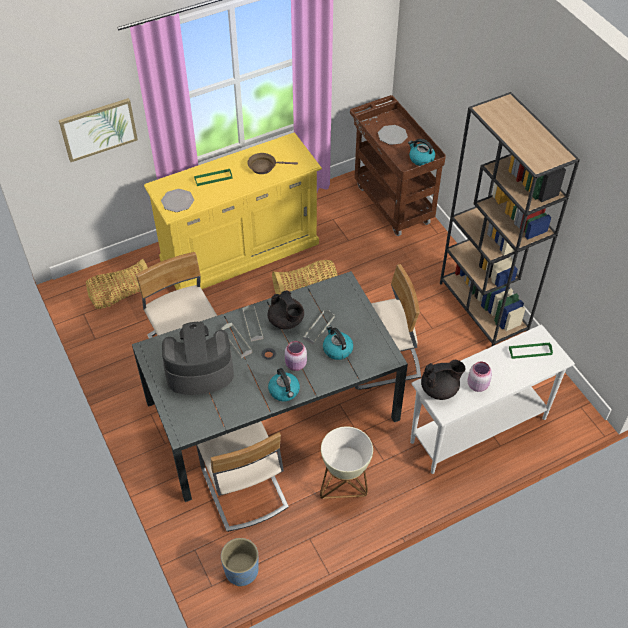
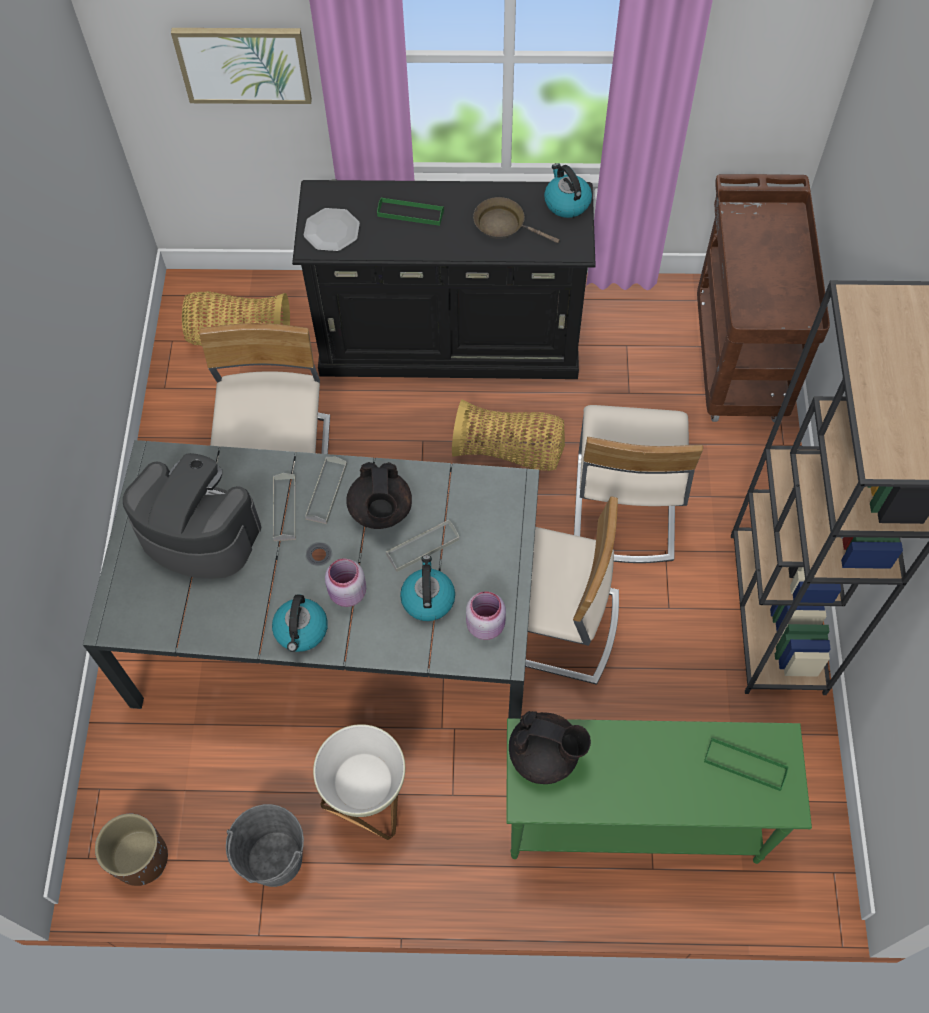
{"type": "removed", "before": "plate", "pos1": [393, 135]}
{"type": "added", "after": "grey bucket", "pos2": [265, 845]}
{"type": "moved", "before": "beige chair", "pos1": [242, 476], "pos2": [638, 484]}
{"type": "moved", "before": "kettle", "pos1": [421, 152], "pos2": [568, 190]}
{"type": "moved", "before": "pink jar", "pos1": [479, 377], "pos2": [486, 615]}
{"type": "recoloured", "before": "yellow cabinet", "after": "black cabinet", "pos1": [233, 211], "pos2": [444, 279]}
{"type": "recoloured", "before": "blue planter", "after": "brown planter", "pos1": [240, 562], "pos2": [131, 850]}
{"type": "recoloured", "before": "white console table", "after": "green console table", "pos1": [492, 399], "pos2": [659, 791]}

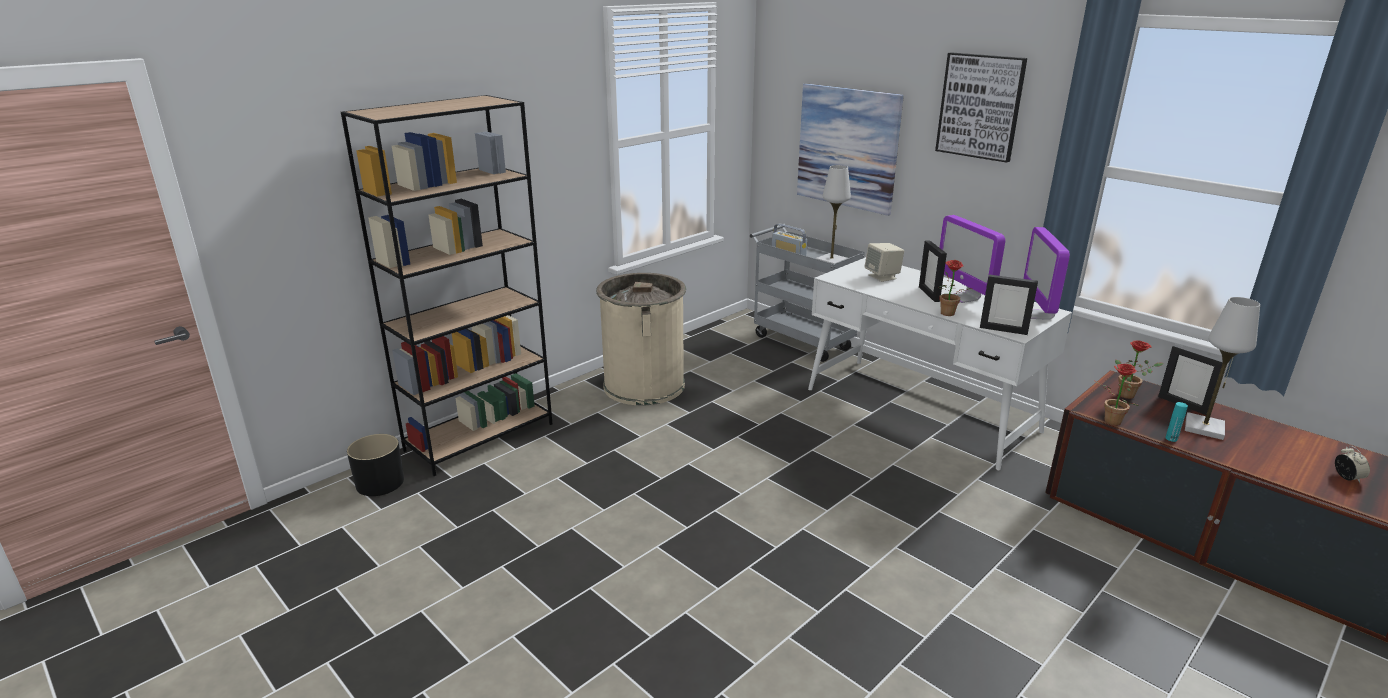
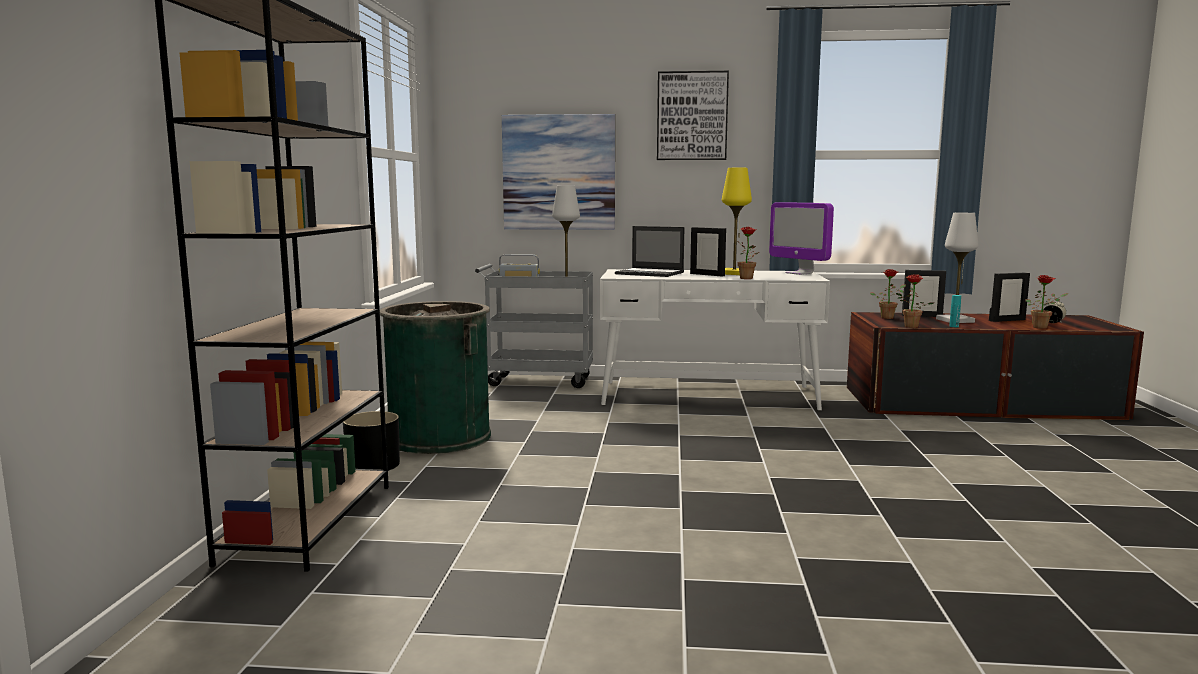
{"type": "added", "after": "potted plant", "pos2": [1046, 302]}
{"type": "moved", "before": "black planter", "pos1": [375, 465], "pos2": [371, 441]}
{"type": "moved", "before": "picture frame", "pos1": [1009, 305], "pos2": [1009, 297]}
{"type": "replaced", "before": "beige speaker", "after": "laptop", "pos1": [884, 262], "pos2": [649, 251]}
{"type": "replaced", "before": "monitor", "after": "yellow table lamp", "pos1": [972, 259], "pos2": [737, 221]}
{"type": "recoloured", "before": "beige trash can", "after": "green trash can", "pos1": [641, 339], "pos2": [435, 377]}

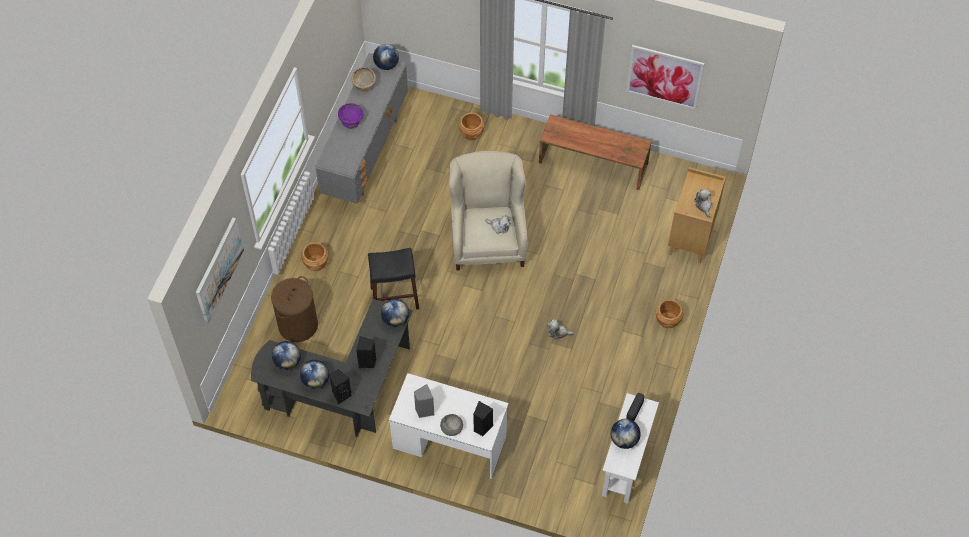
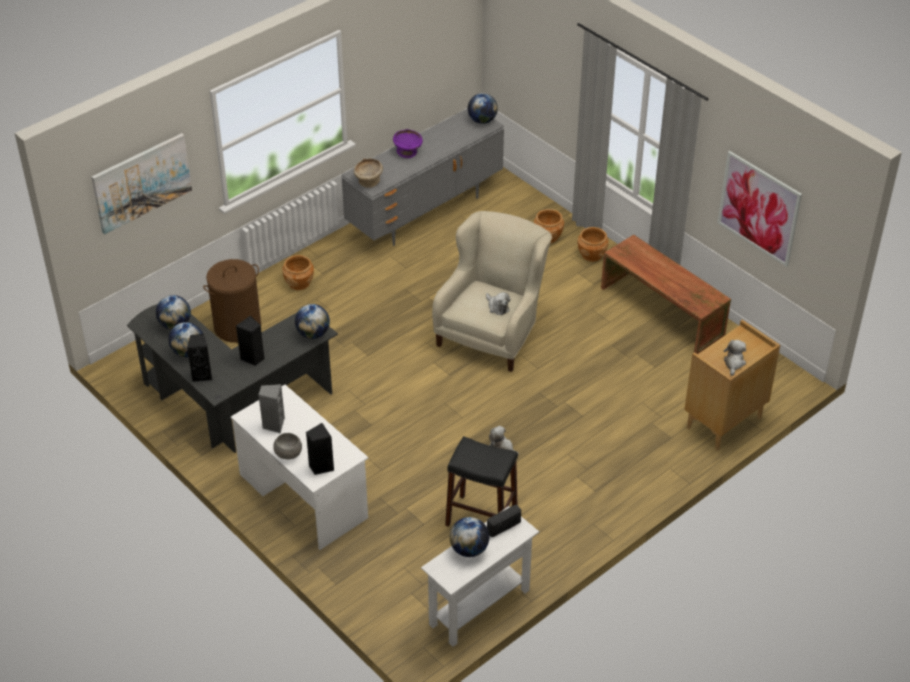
{"type": "moved", "before": "beige bowl", "pos1": [364, 79], "pos2": [368, 173]}
{"type": "moved", "before": "black stool", "pos1": [393, 279], "pos2": [481, 481]}
{"type": "moved", "before": "brown planter", "pos1": [669, 314], "pos2": [593, 244]}

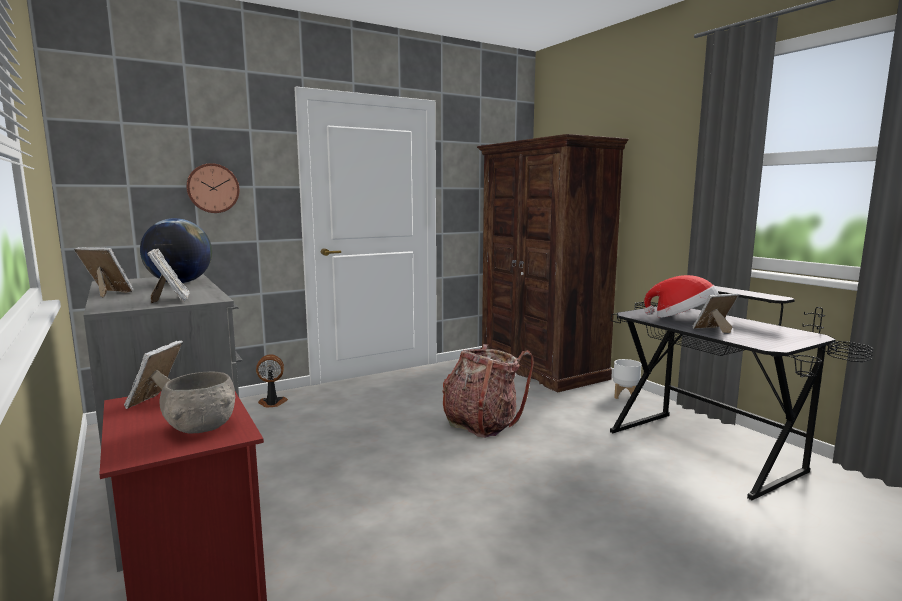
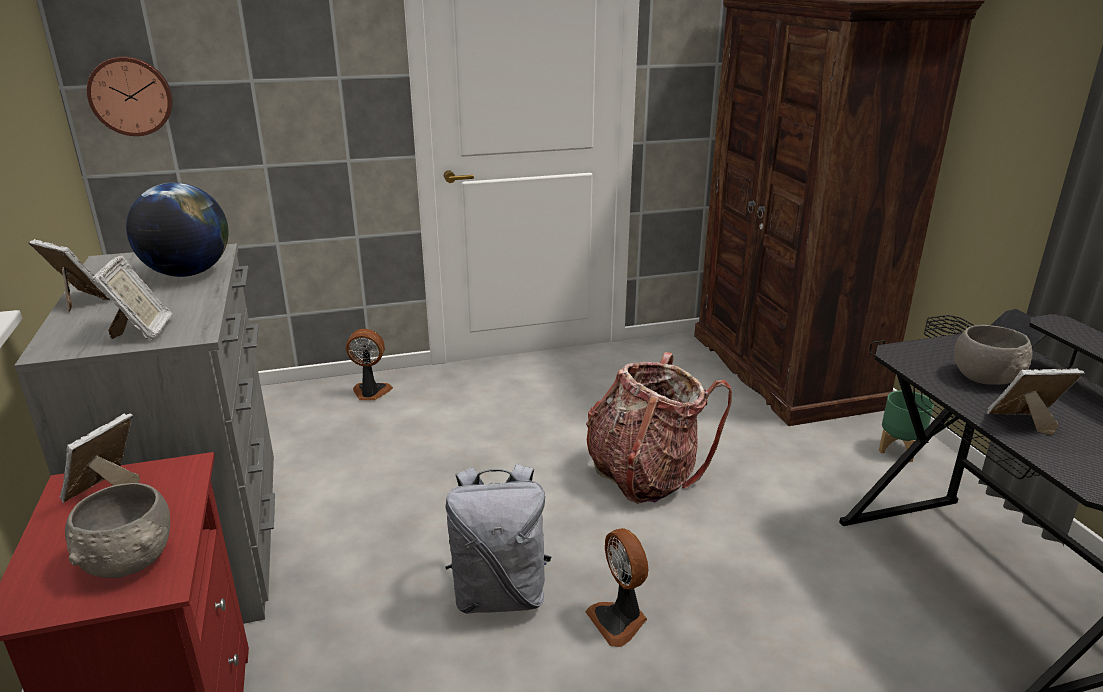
{"type": "added", "after": "grey backpack", "pos2": [498, 539]}
{"type": "added", "after": "fan", "pos2": [616, 587]}
{"type": "moved", "before": "wall clock", "pos1": [213, 188], "pos2": [130, 96]}
{"type": "replaced", "before": "hat", "after": "grey bowl", "pos1": [681, 296], "pos2": [993, 355]}
{"type": "recoloured", "before": "white planter", "after": "green planter", "pos1": [627, 380], "pos2": [906, 426]}

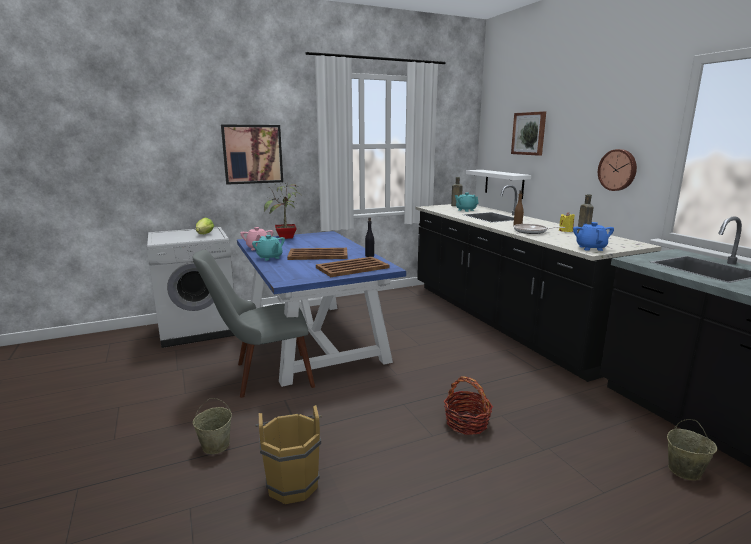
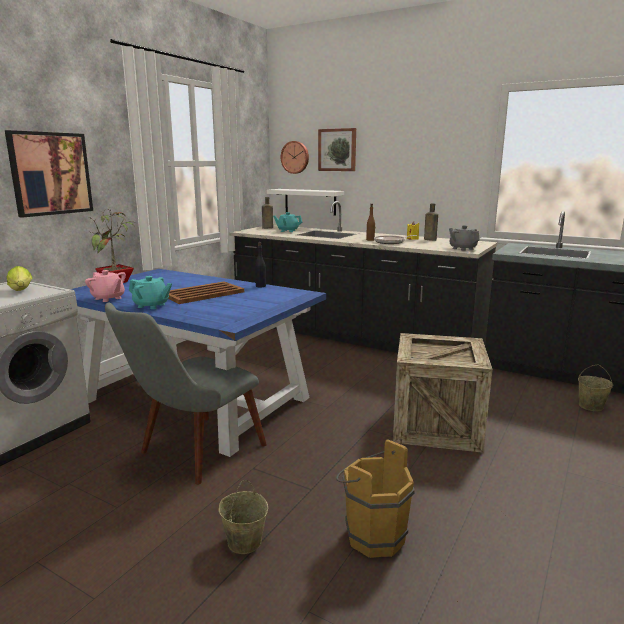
{"type": "removed", "before": "brown tray", "pos1": [352, 267]}
{"type": "moved", "before": "wall clock", "pos1": [617, 170], "pos2": [295, 157]}
{"type": "replaced", "before": "basket", "after": "crate", "pos1": [468, 405], "pos2": [443, 393]}
{"type": "recoloured", "before": "blue teapot", "after": "grey teapot", "pos1": [593, 236], "pos2": [464, 238]}

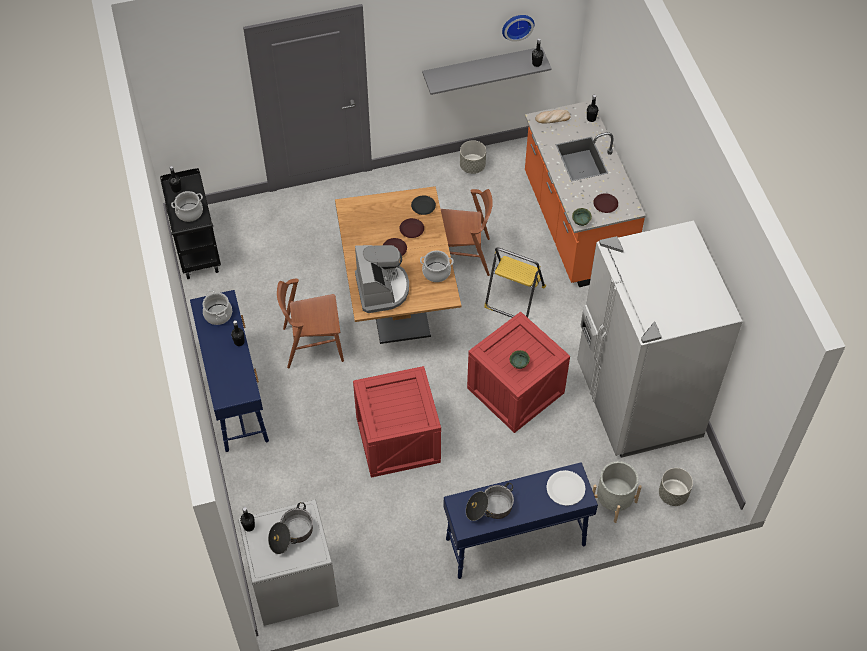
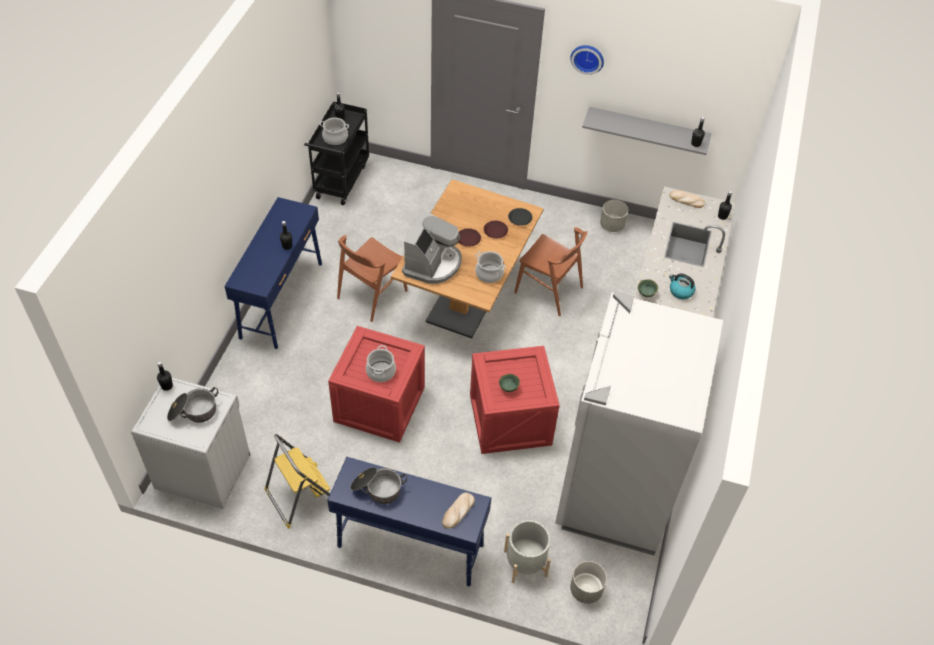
{"type": "moved", "before": "cooking pot", "pos1": [217, 307], "pos2": [381, 363]}
{"type": "moved", "before": "yellow step ladder", "pos1": [515, 282], "pos2": [297, 481]}
{"type": "moved", "before": "wall clock", "pos1": [518, 28], "pos2": [587, 60]}
{"type": "replaced", "before": "white plate", "after": "bread", "pos1": [566, 488], "pos2": [458, 510]}
{"type": "replaced", "before": "brown plate", "after": "kettle", "pos1": [605, 203], "pos2": [682, 286]}
{"type": "turned", "before": "brown chair", "pos1": [310, 323], "pos2": [372, 278], "turn": -75}

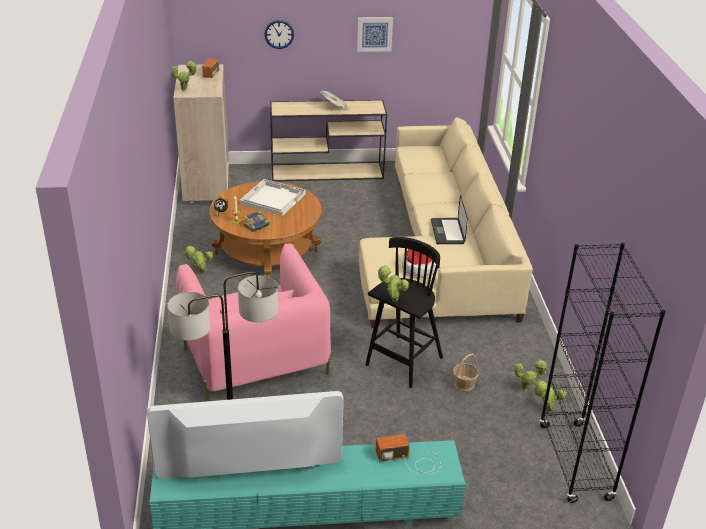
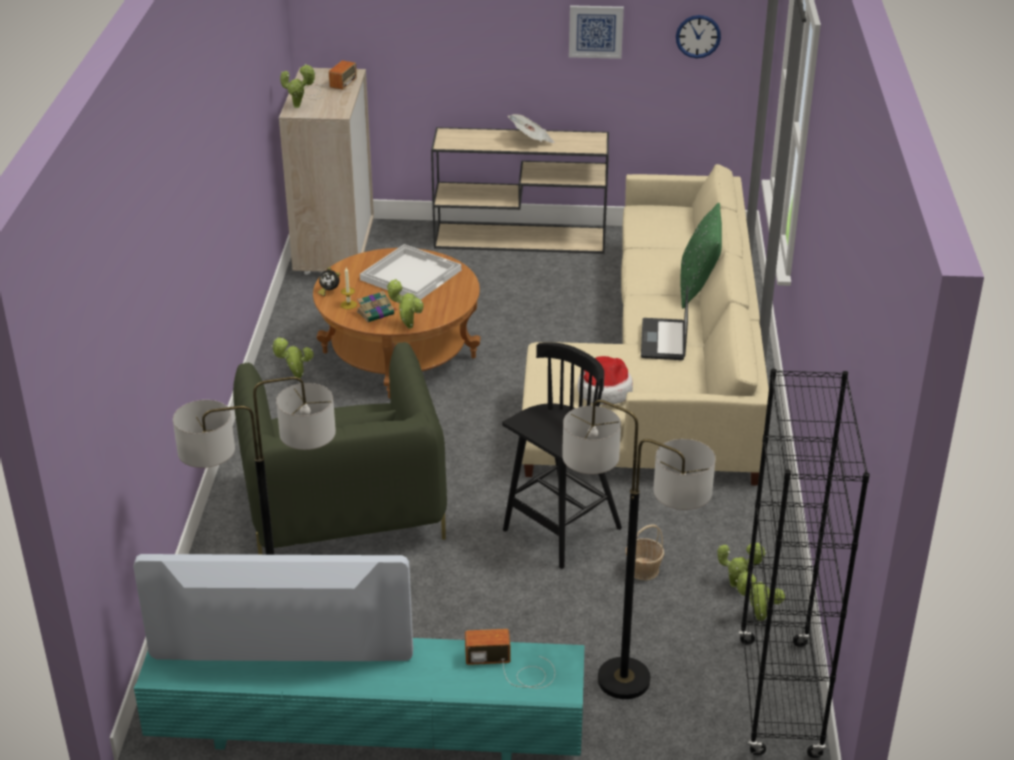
{"type": "added", "after": "floor lamp", "pos2": [639, 549]}
{"type": "added", "after": "green pillow", "pos2": [701, 256]}
{"type": "moved", "before": "wall clock", "pos1": [279, 34], "pos2": [698, 36]}
{"type": "moved", "before": "potted plant", "pos1": [393, 283], "pos2": [405, 303]}
{"type": "recoloured", "before": "pink armchair", "after": "green armchair", "pos1": [253, 322], "pos2": [340, 448]}

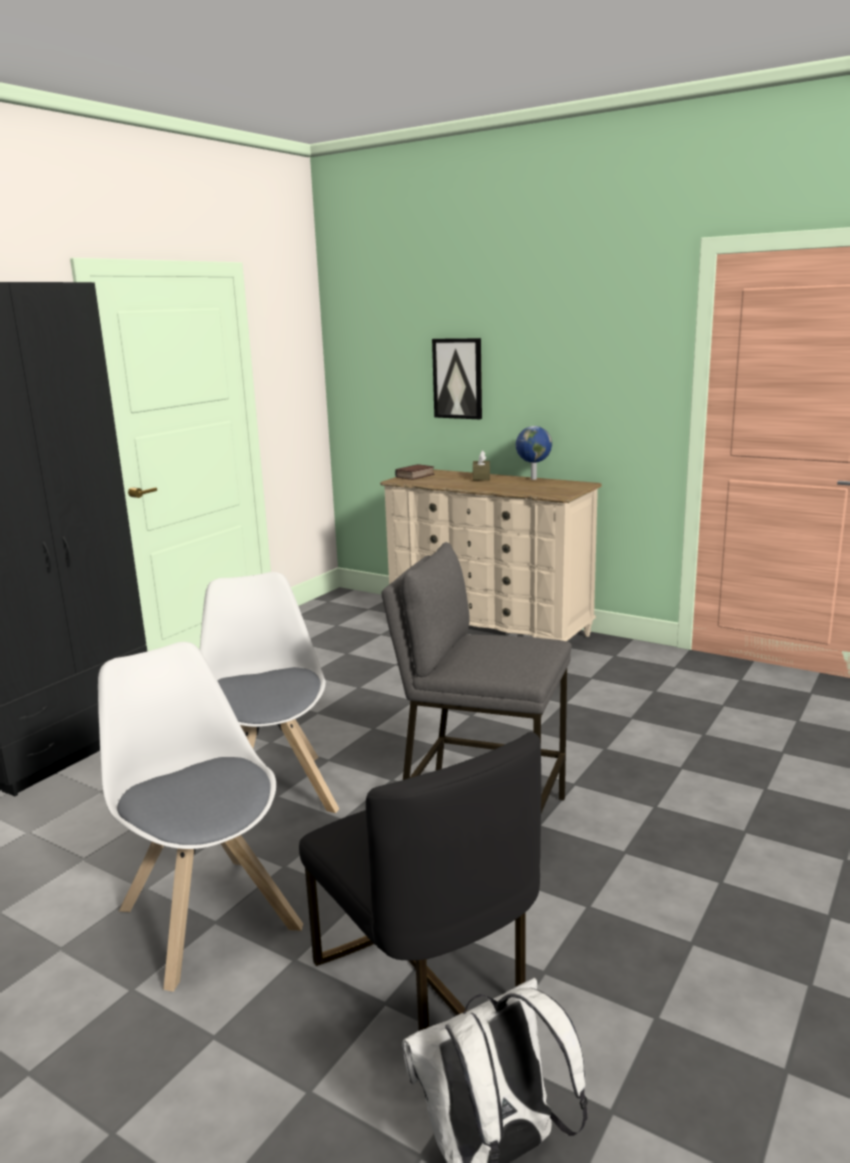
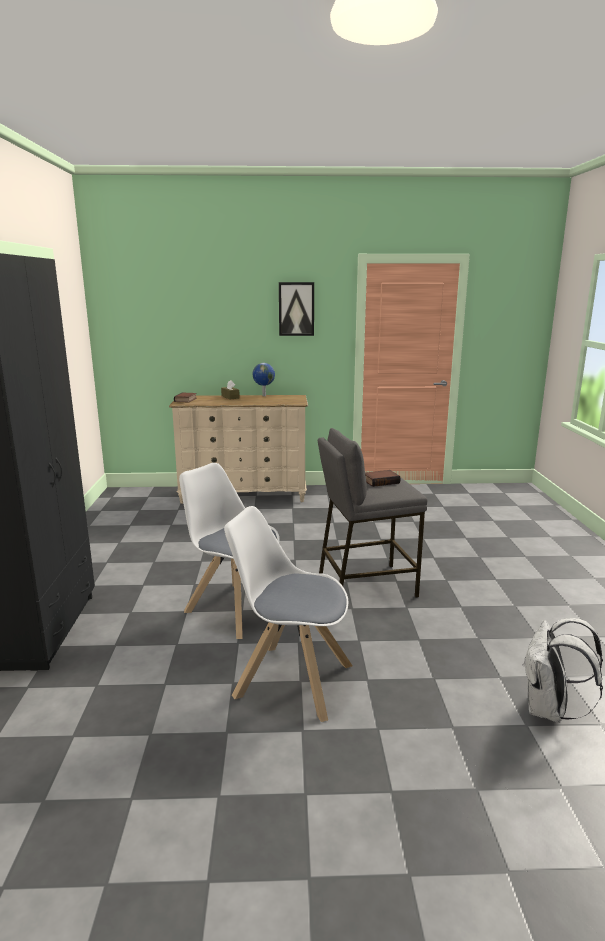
{"type": "removed", "before": "black chair", "pos1": [420, 881]}
{"type": "added", "after": "book", "pos2": [382, 478]}
{"type": "moved", "before": "picture", "pos1": [457, 378], "pos2": [296, 309]}

